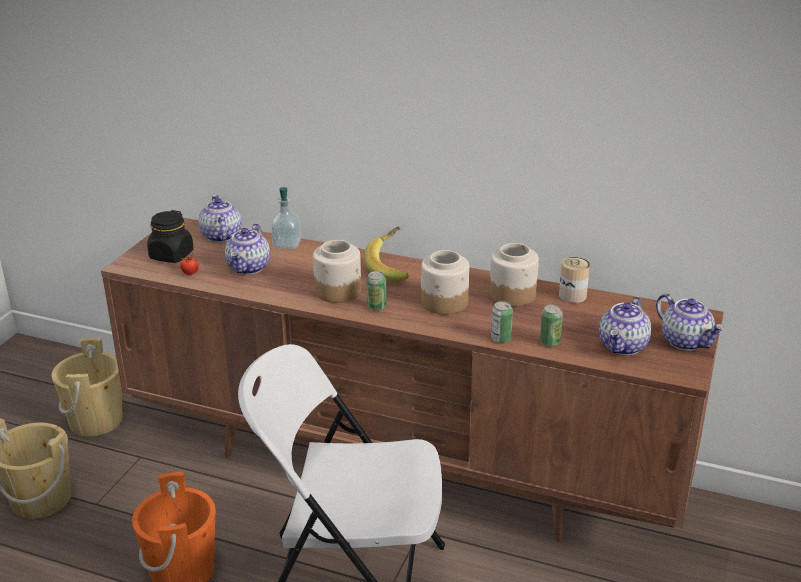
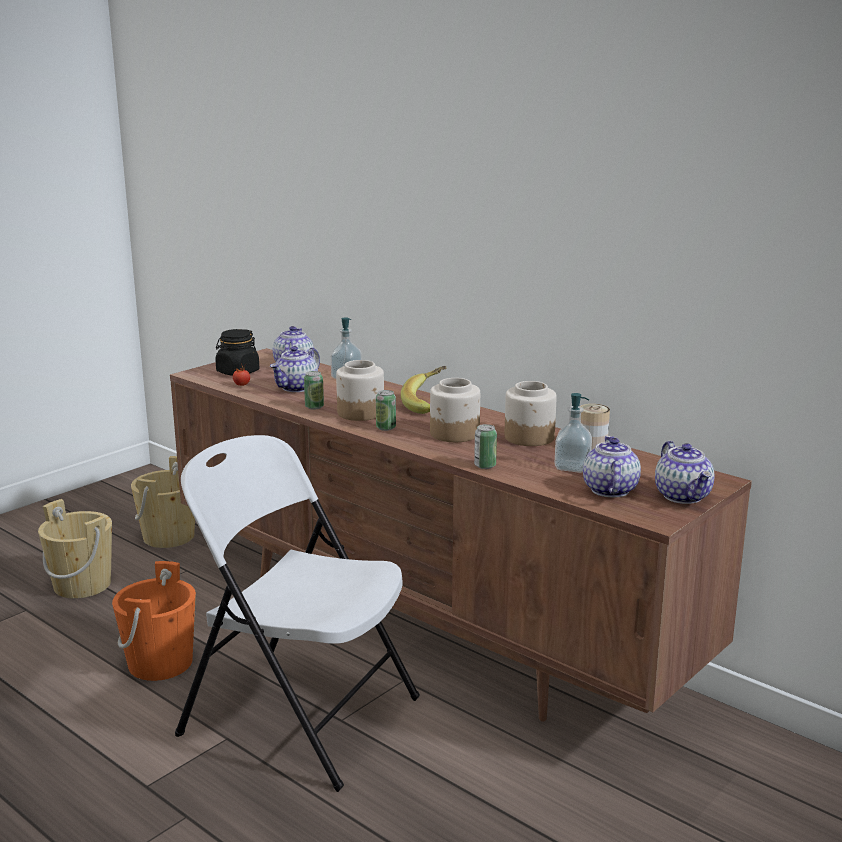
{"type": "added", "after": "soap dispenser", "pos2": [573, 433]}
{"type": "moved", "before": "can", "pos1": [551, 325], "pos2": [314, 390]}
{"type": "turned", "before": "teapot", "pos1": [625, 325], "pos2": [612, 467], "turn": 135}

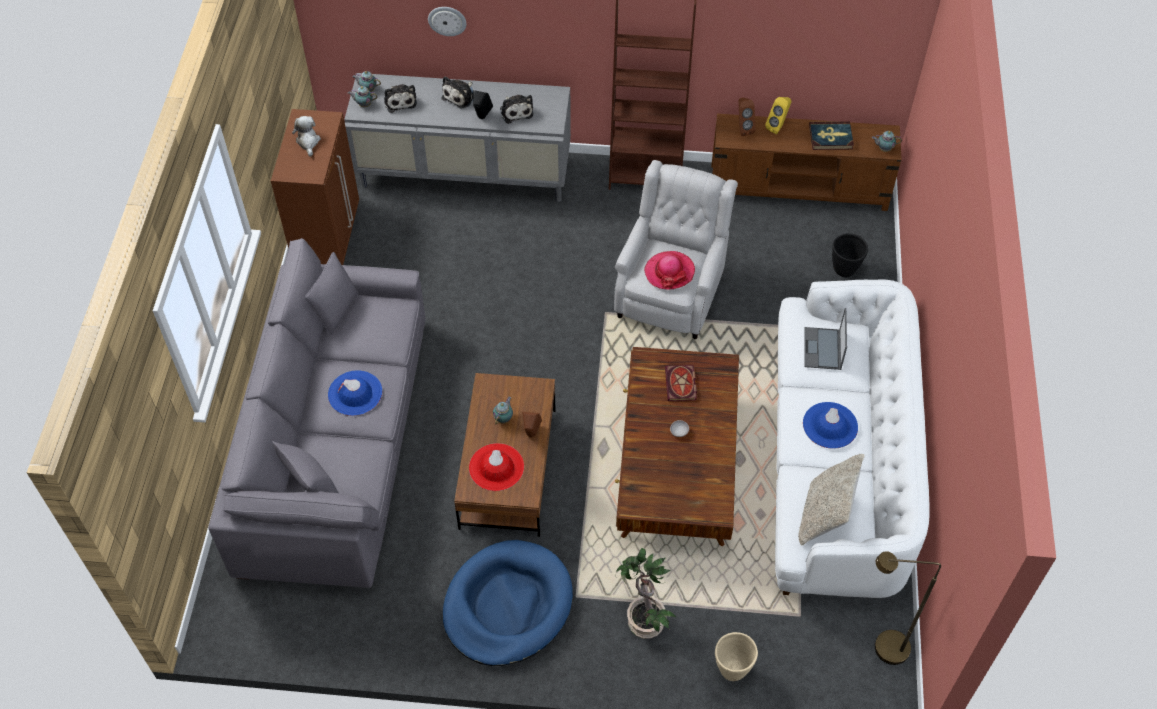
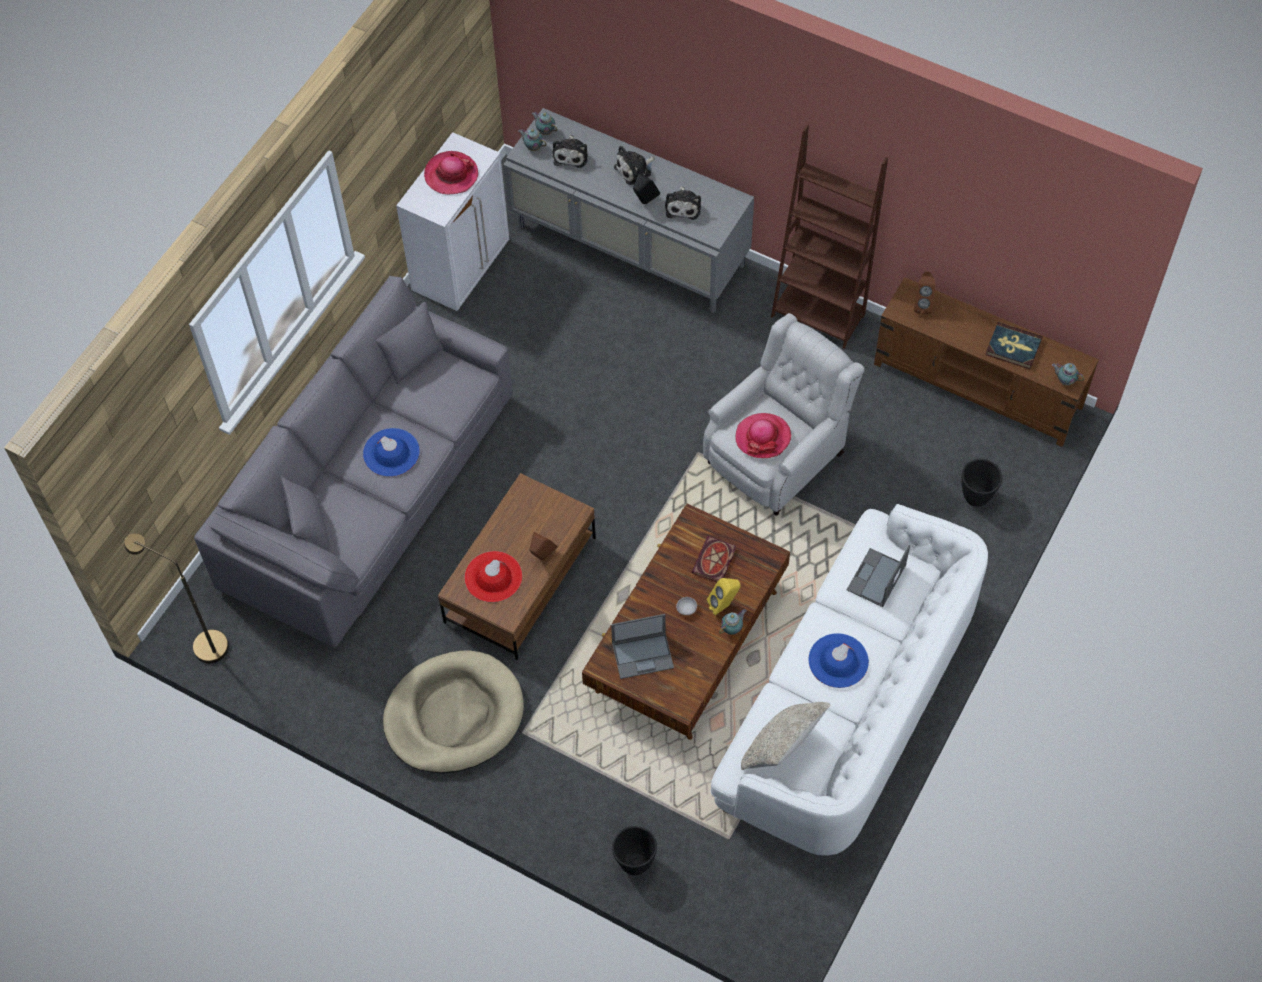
{"type": "removed", "before": "wall clock", "pos1": [447, 21]}
{"type": "removed", "before": "potted plant", "pos1": [646, 593]}
{"type": "added", "after": "laptop", "pos2": [642, 646]}
{"type": "moved", "before": "teapot", "pos1": [503, 411], "pos2": [733, 622]}
{"type": "moved", "before": "yellow speaker", "pos1": [778, 115], "pos2": [724, 596]}
{"type": "moved", "before": "brown floor lamp", "pos1": [908, 608], "pos2": [177, 598]}
{"type": "replaced", "before": "plush toy", "after": "hat", "pos1": [306, 136], "pos2": [451, 173]}
{"type": "recoloured", "before": "brown cabinet", "after": "white cabinet", "pos1": [315, 187], "pos2": [452, 221]}
{"type": "recoloured", "before": "blue dog bed", "after": "beige dog bed", "pos1": [508, 603], "pos2": [453, 712]}
{"type": "recoloured", "before": "beige planter", "after": "black planter", "pos1": [736, 656], "pos2": [634, 850]}

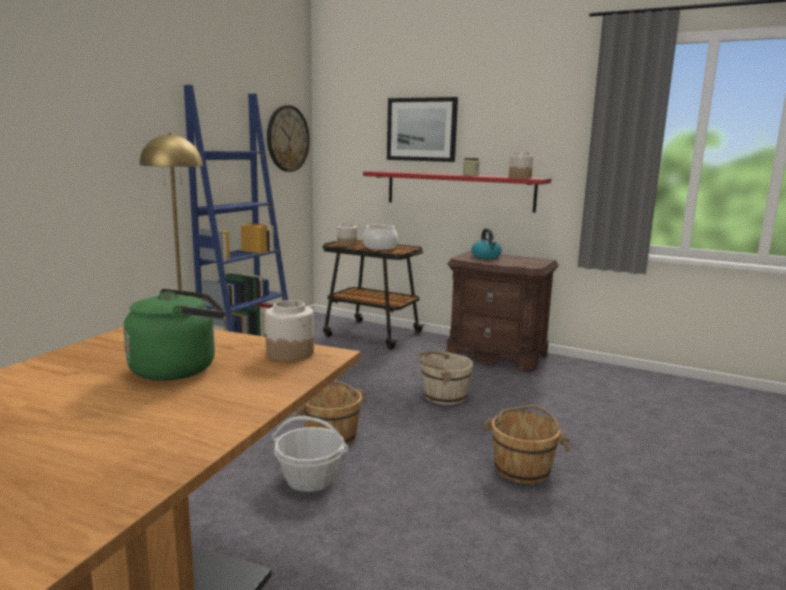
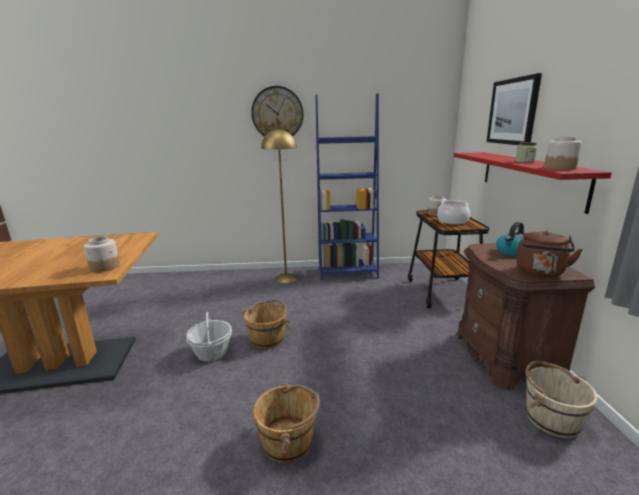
{"type": "removed", "before": "green kettle", "pos1": [174, 335]}
{"type": "added", "after": "brown kettle", "pos2": [549, 253]}
{"type": "moved", "before": "wall clock", "pos1": [288, 138], "pos2": [277, 111]}
{"type": "moved", "before": "beige bucket", "pos1": [445, 378], "pos2": [561, 399]}

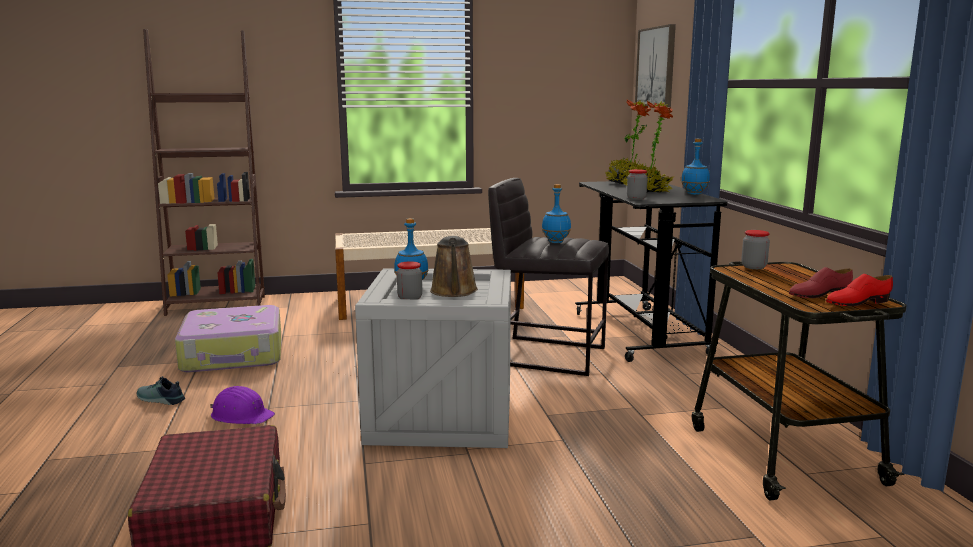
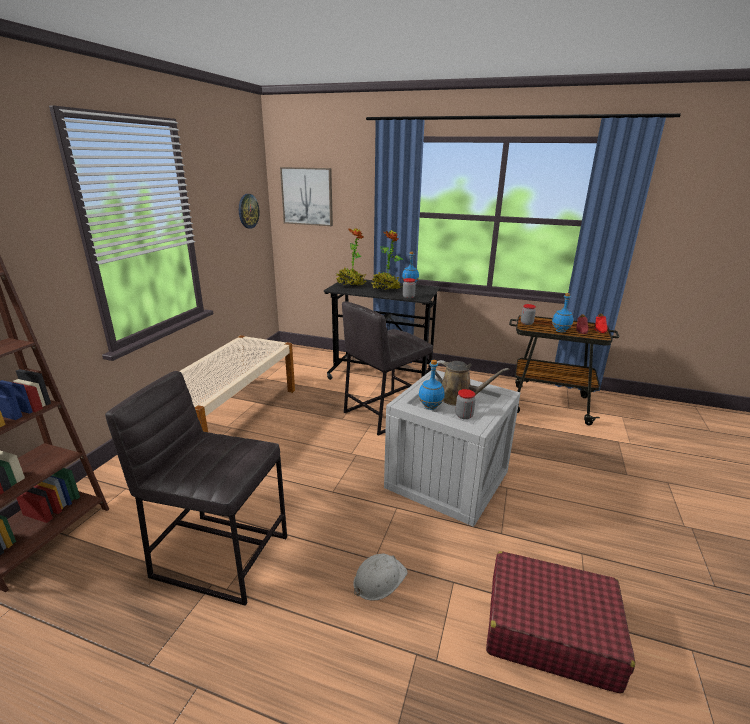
{"type": "removed", "before": "shoe", "pos1": [161, 390]}
{"type": "added", "after": "wall clock", "pos2": [249, 211]}
{"type": "moved", "before": "blue bottle", "pos1": [556, 213], "pos2": [562, 313]}
{"type": "replaced", "before": "suitcase", "after": "grey stool", "pos1": [228, 338], "pos2": [196, 488]}
{"type": "recoloured", "before": "purple hard hat", "after": "white hard hat", "pos1": [242, 405], "pos2": [380, 577]}

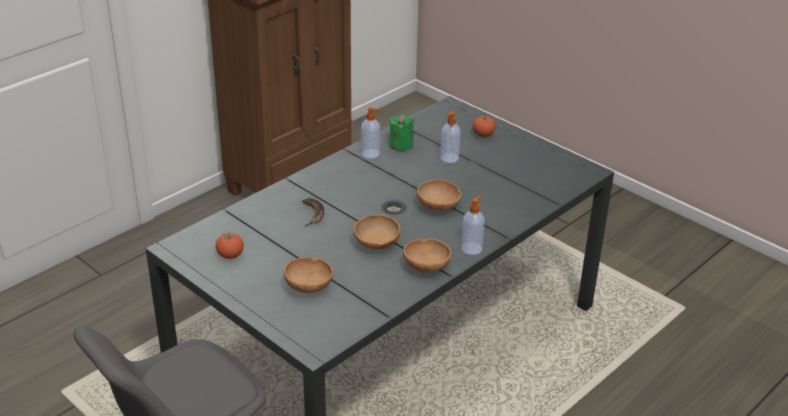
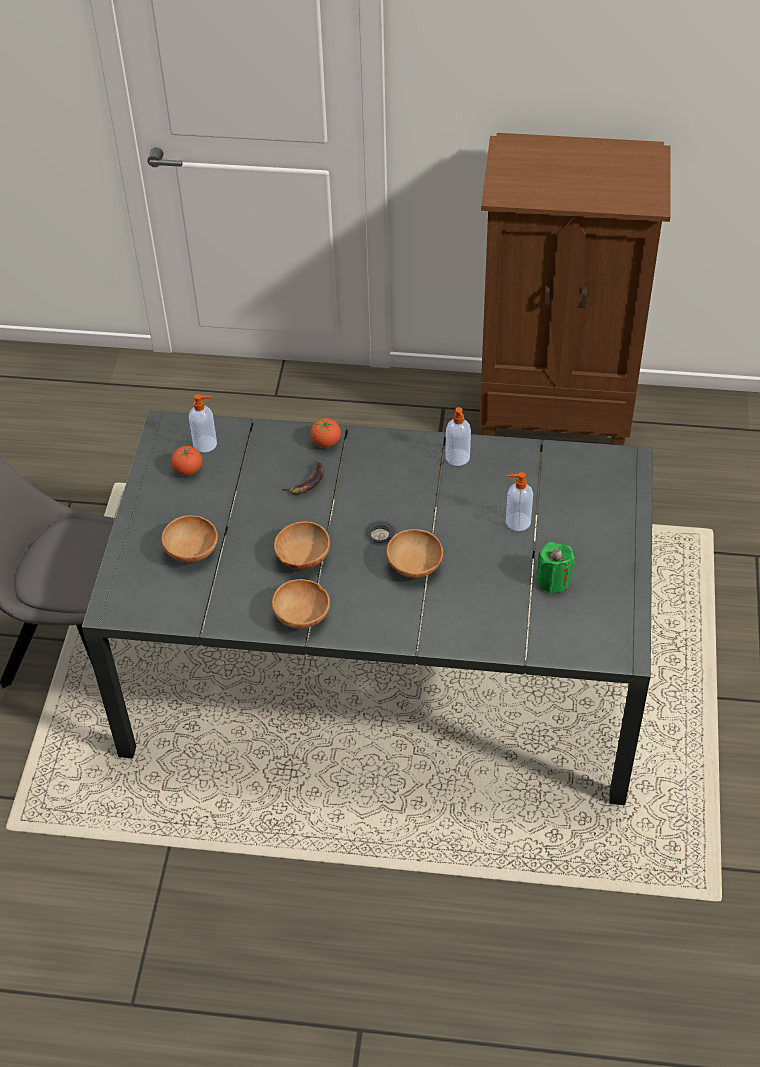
{"type": "moved", "before": "green candle", "pos1": [402, 132], "pos2": [555, 567]}
{"type": "moved", "before": "soap dispenser", "pos1": [473, 224], "pos2": [203, 423]}
{"type": "moved", "before": "tomato", "pos1": [484, 126], "pos2": [325, 433]}

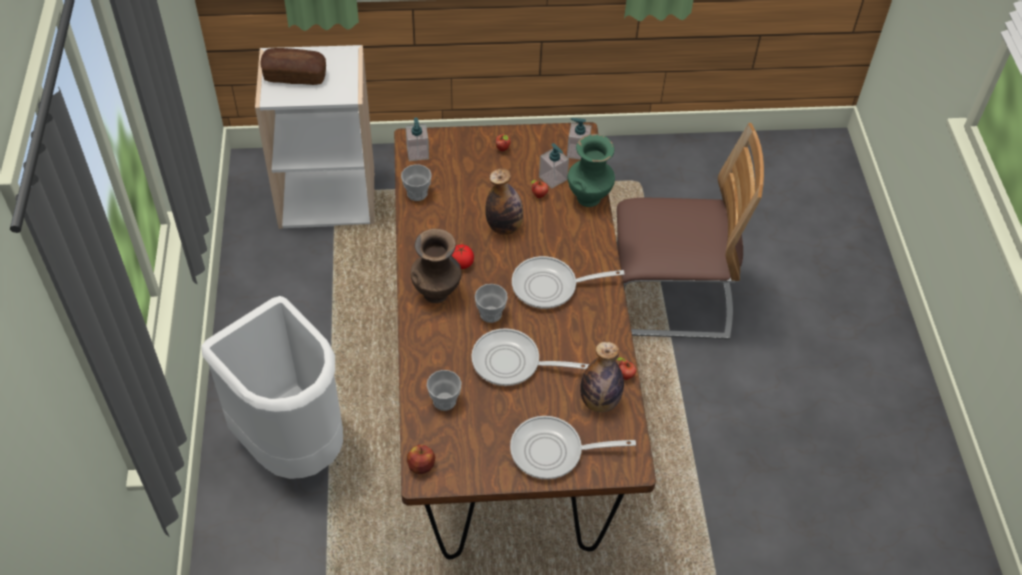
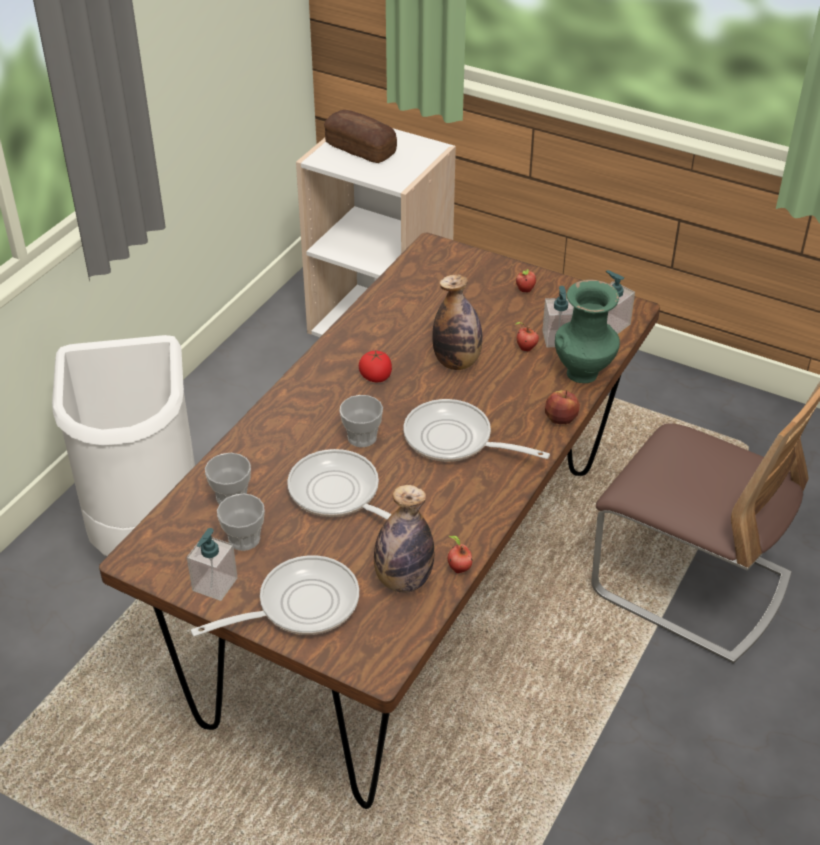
{"type": "removed", "before": "brown vase", "pos1": [435, 266]}
{"type": "moved", "before": "cup", "pos1": [416, 182], "pos2": [241, 522]}
{"type": "moved", "before": "soap dispenser", "pos1": [417, 139], "pos2": [212, 564]}
{"type": "moved", "before": "apple", "pos1": [421, 459], "pos2": [562, 407]}
{"type": "turned", "before": "frying pan", "pos1": [573, 448], "pos2": [274, 595], "turn": 120}

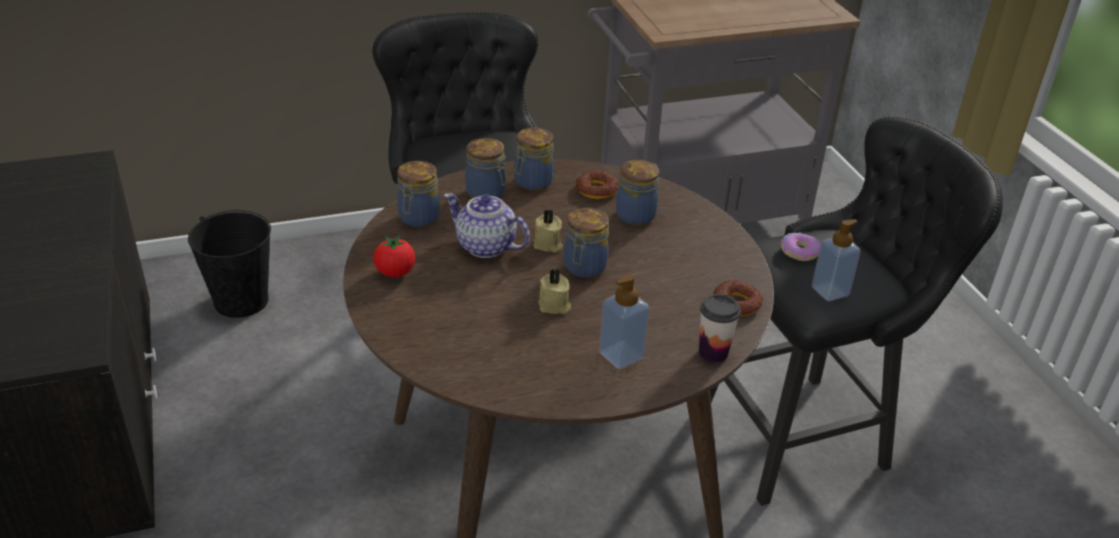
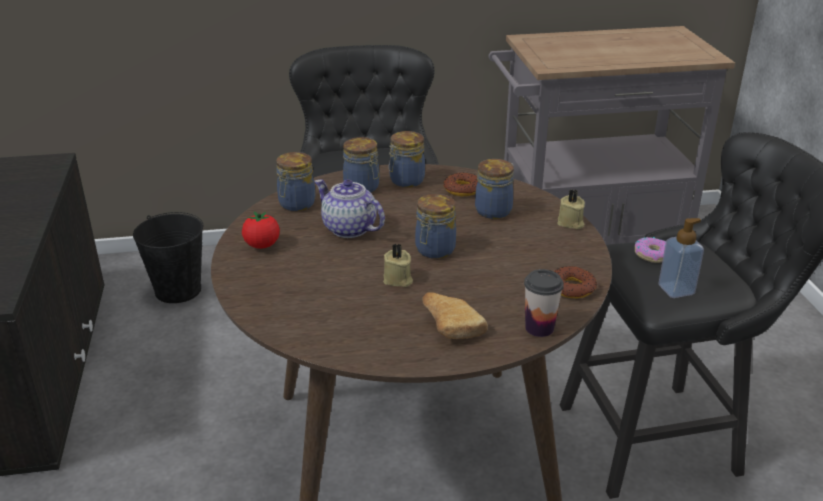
{"type": "moved", "before": "beige candle", "pos1": [548, 231], "pos2": [571, 209]}
{"type": "replaced", "before": "soap dispenser", "after": "bread", "pos1": [624, 321], "pos2": [455, 316]}

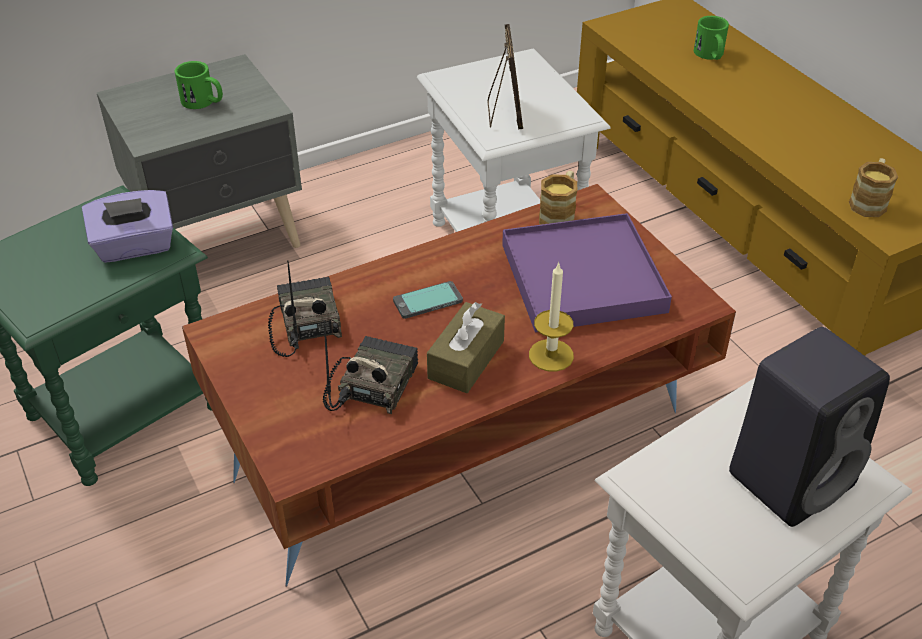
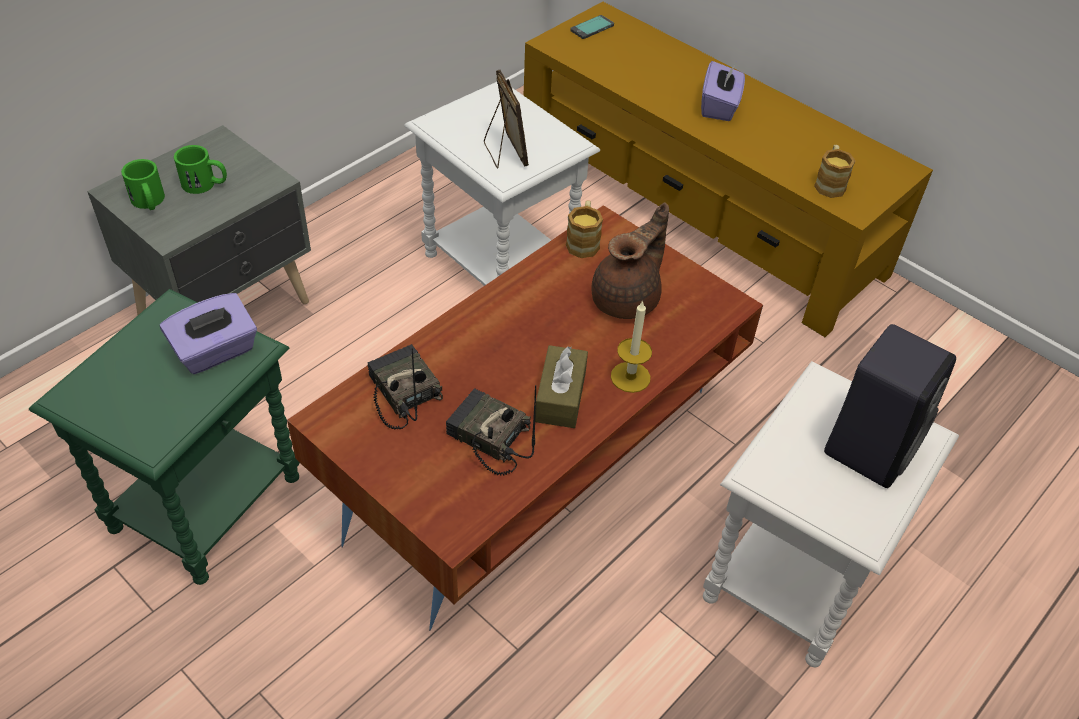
{"type": "added", "after": "purple tissue box", "pos2": [723, 91]}
{"type": "moved", "before": "phone", "pos1": [428, 300], "pos2": [592, 27]}
{"type": "moved", "before": "green mug", "pos1": [711, 38], "pos2": [143, 184]}
{"type": "replaced", "before": "purple tray", "after": "brown teapot", "pos1": [587, 272], "pos2": [630, 260]}
{"type": "turned", "before": "radio", "pos1": [370, 367], "pos2": [491, 430], "turn": -60}

